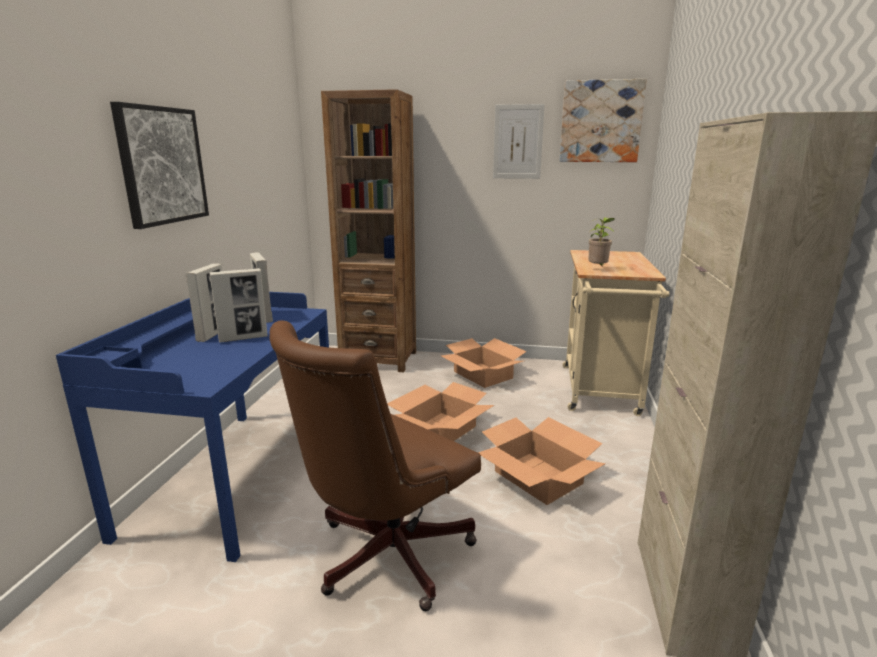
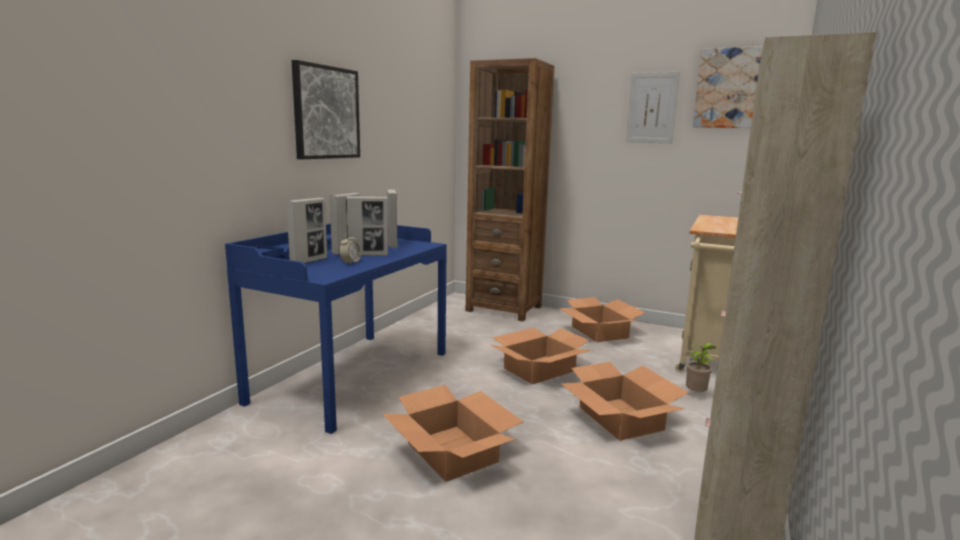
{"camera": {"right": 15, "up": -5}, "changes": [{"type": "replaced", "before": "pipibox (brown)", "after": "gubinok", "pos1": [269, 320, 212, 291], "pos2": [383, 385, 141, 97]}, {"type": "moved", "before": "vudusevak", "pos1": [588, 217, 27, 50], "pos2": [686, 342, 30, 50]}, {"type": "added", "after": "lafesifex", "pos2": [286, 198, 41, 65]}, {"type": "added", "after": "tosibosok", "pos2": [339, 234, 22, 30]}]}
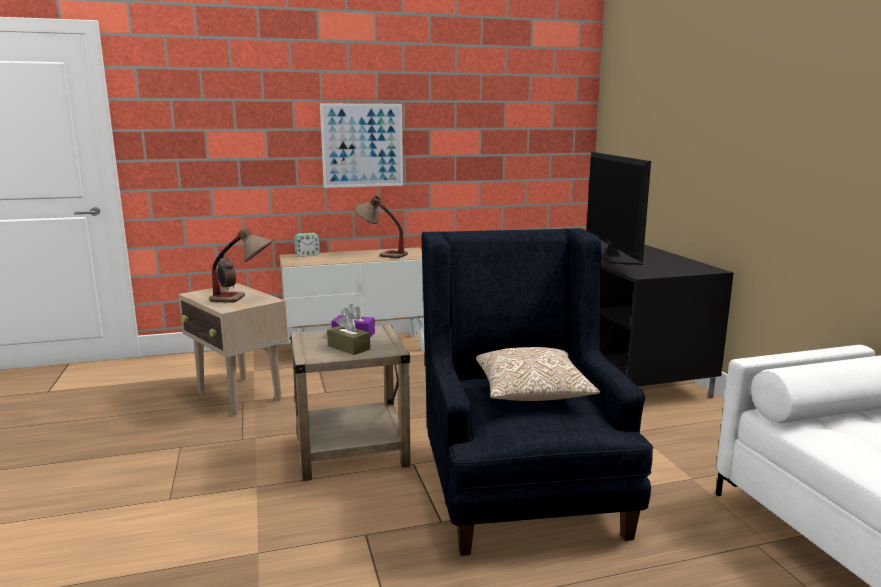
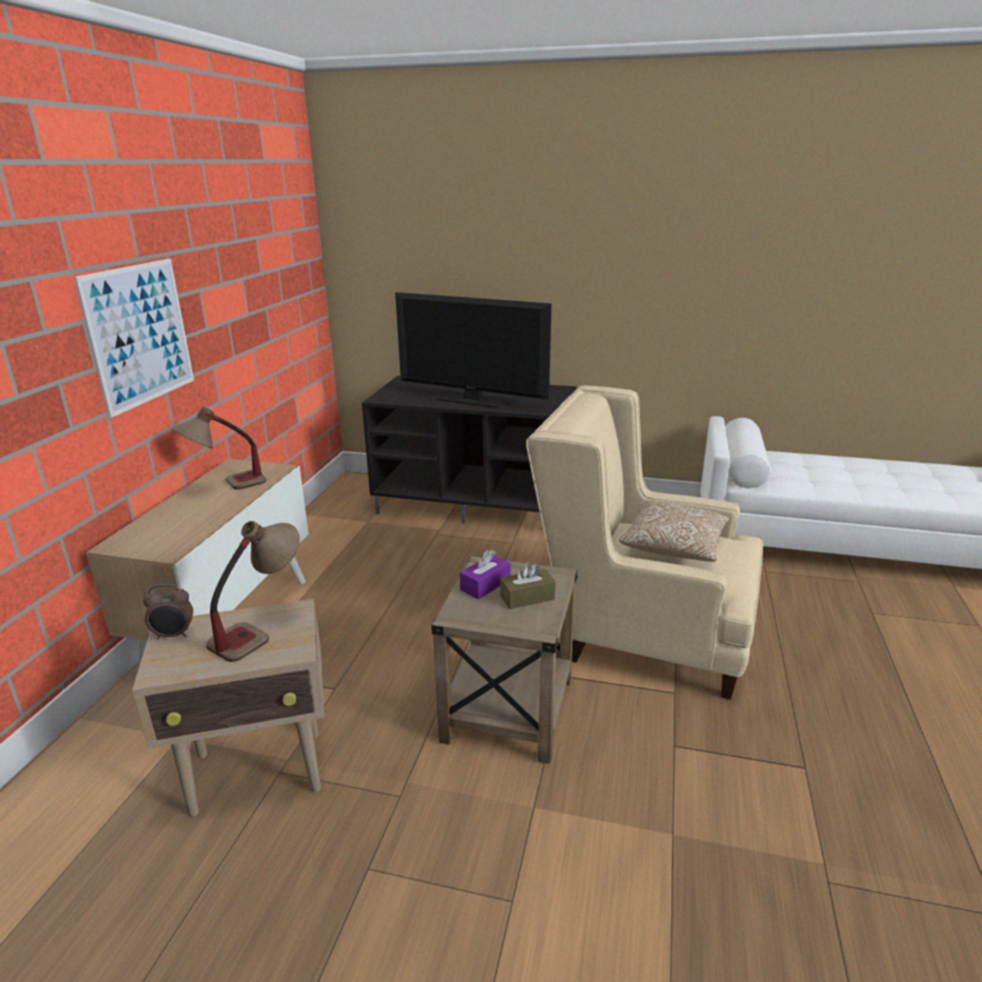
{"camera": {"right": -60, "up": 10}, "changes": [{"type": "removed", "before": "tosibosok", "pos1": [294, 233, 26, 24]}, {"type": "recoloured", "before": "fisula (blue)", "after": "fisula (beige)", "pos1": [421, 228, 232, 328], "pos2": [526, 385, 237, 315]}]}
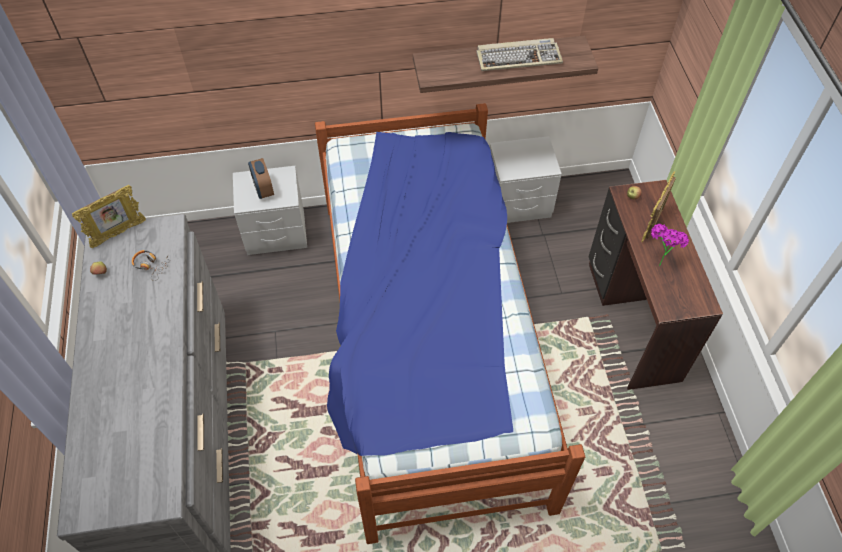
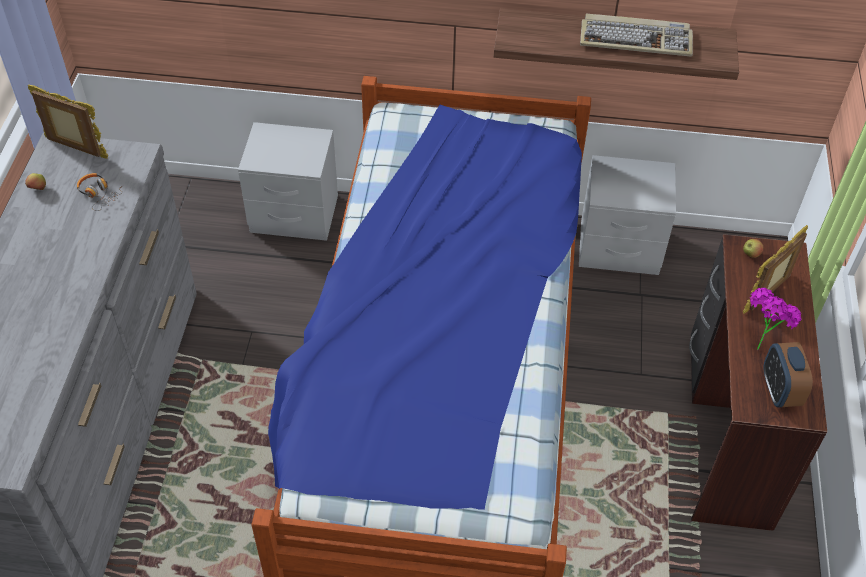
{"camera": {"right": 15, "up": -5}, "changes": [{"type": "turned", "before": "lafesifex", "pos1": [72, 185, 74, 63], "pos2": [28, 84, 80, 75], "turn": -135}, {"type": "moved", "before": "tosibosok", "pos1": [248, 158, 26, 41], "pos2": [763, 342, 50, 65]}]}
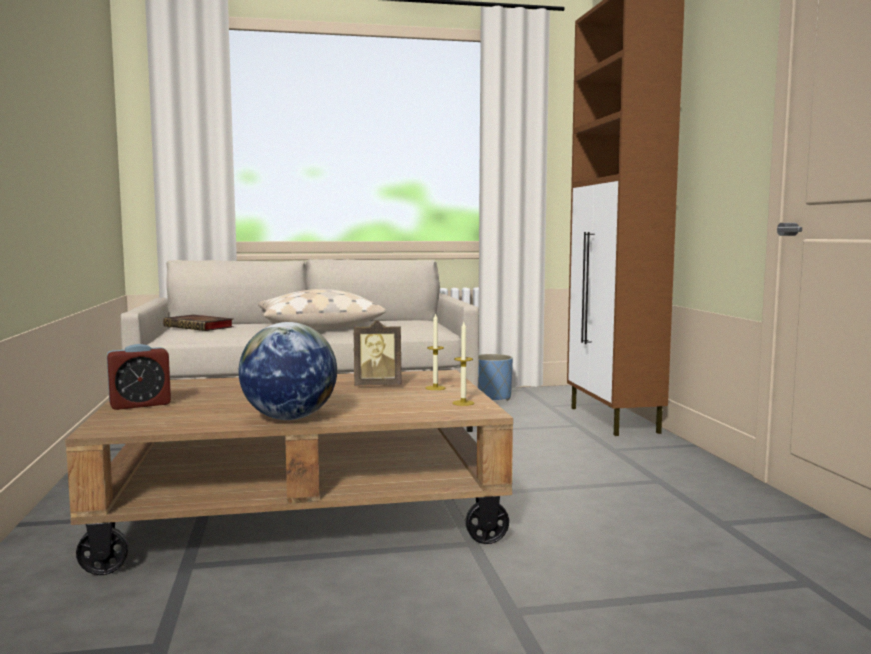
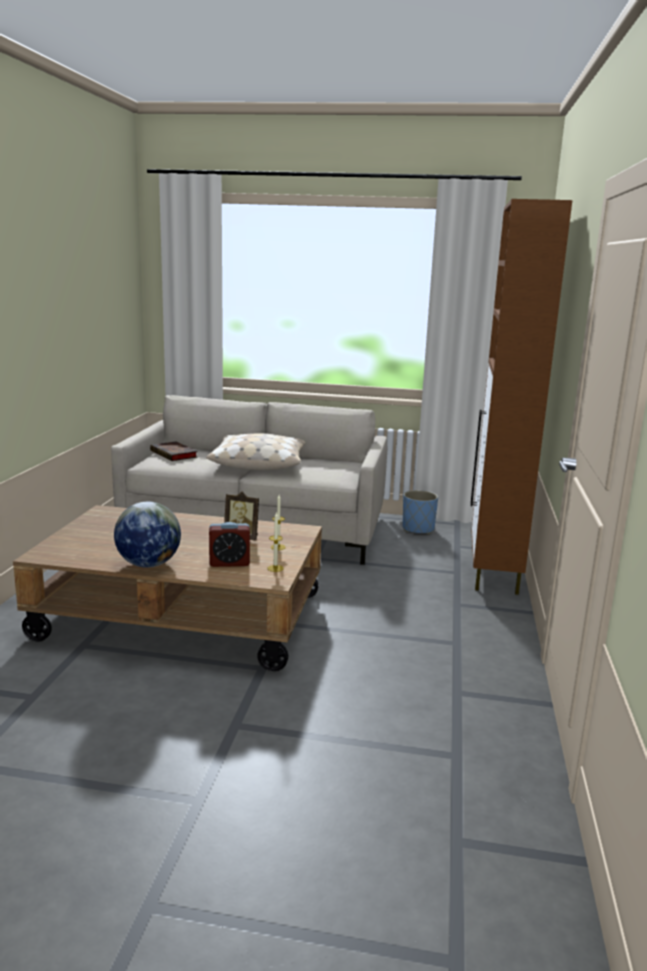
{"camera": {"right": 20, "up": 10}, "changes": [{"type": "moved", "before": "tosibosok", "pos1": [107, 344, 64, 66], "pos2": [209, 522, 41, 45]}]}
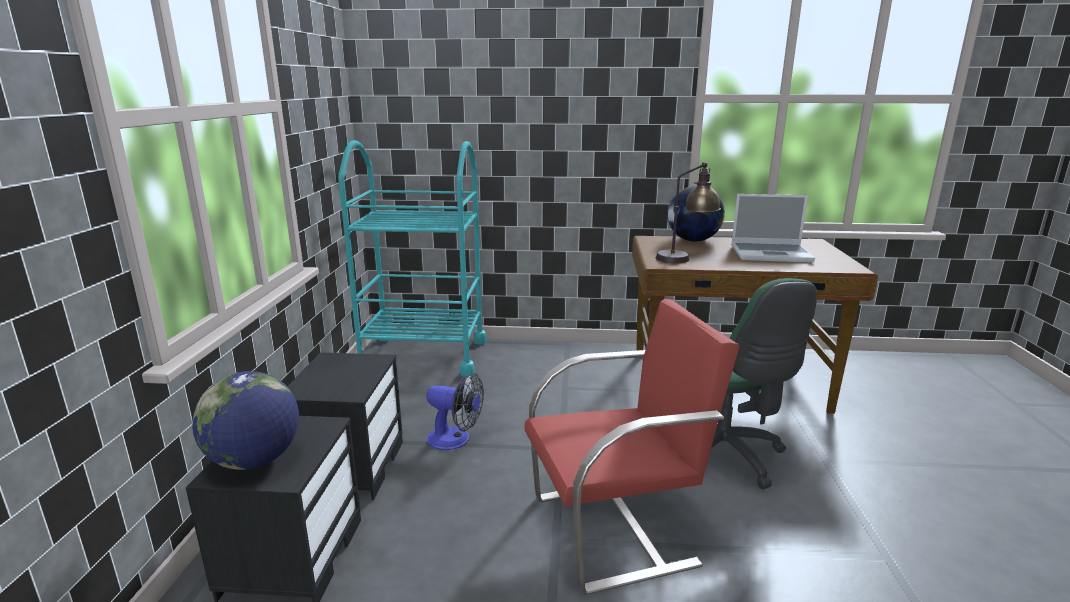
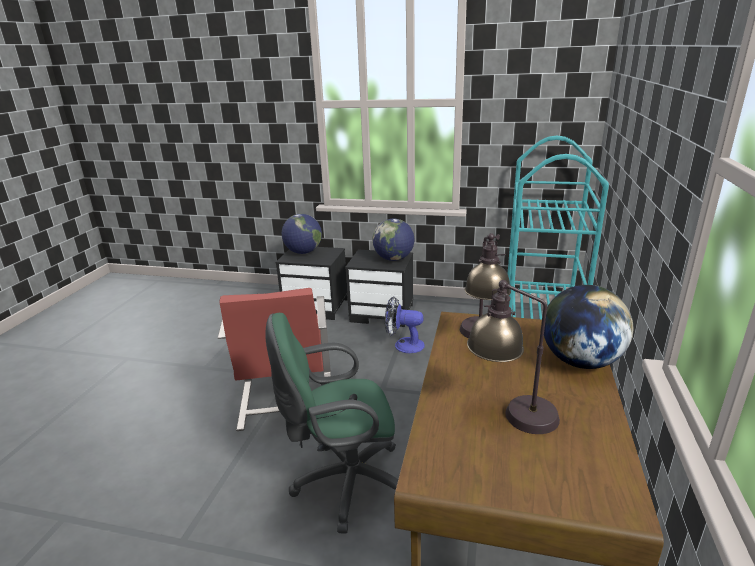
{"camera": {"right": 100, "up": 5}, "changes": [{"type": "turned", "before": "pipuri", "pos1": [426, 373, 58, 77], "pos2": [385, 296, 40, 57], "turn": 75}, {"type": "replaced", "before": "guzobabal", "after": "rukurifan", "pos1": [731, 194, 84, 68], "pos2": [467, 280, 93, 154]}, {"type": "added", "after": "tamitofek", "pos2": [373, 219, 41, 42]}]}
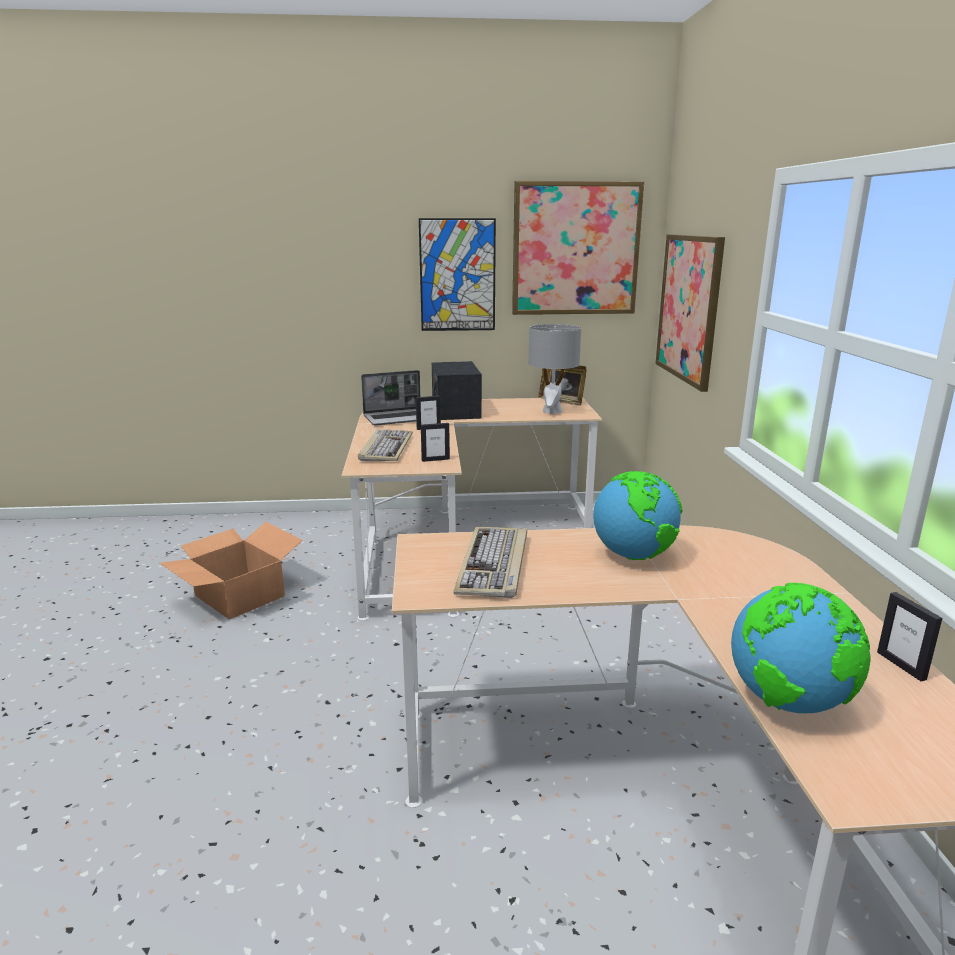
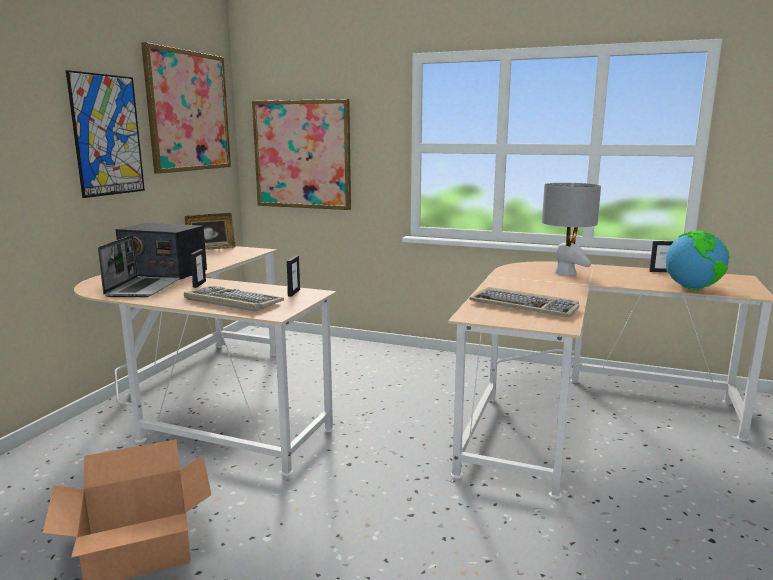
{"camera": {"right": -65, "up": -5}, "changes": [{"type": "moved", "before": "rukurifan (grey)", "pos1": [528, 324, 53, 90], "pos2": [542, 183, 59, 92]}, {"type": "removed", "before": "tamitofek", "pos1": [593, 471, 89, 89]}]}
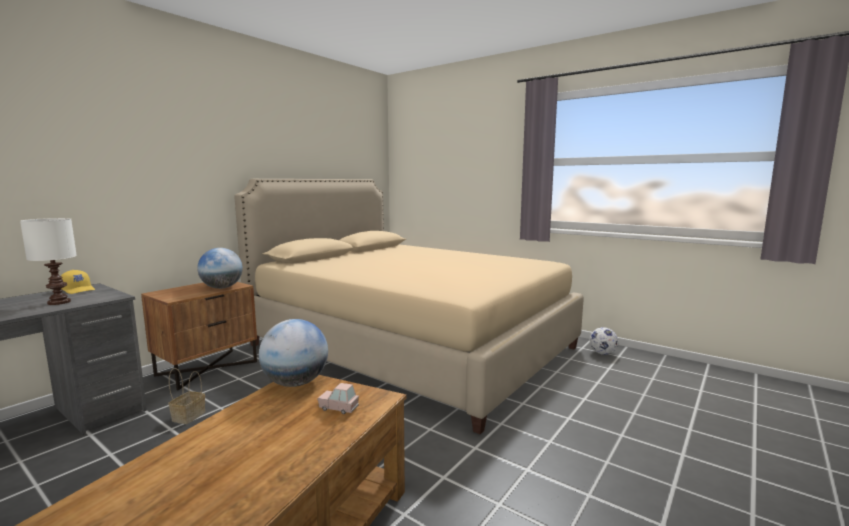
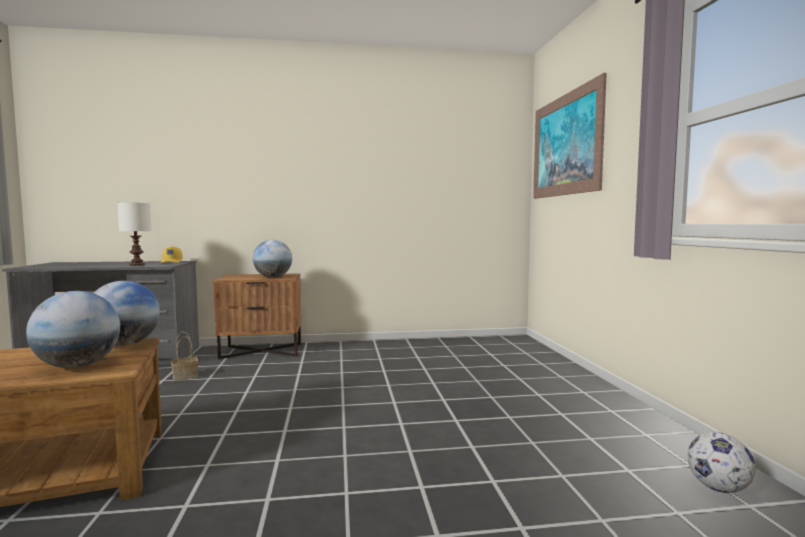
{"camera": {"right": 45, "up": -5}, "changes": [{"type": "removed", "before": "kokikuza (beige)", "pos1": [234, 179, 350, 255]}, {"type": "replaced", "before": "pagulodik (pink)", "after": "tamitofek", "pos1": [317, 383, 42, 31], "pos2": [26, 291, 94, 77]}, {"type": "added", "after": "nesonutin", "pos2": [533, 73, 74, 126]}]}
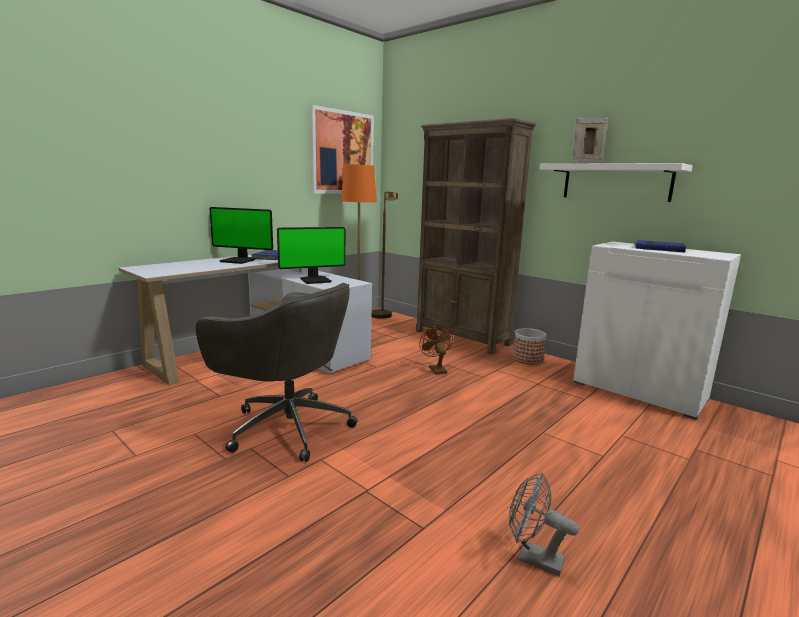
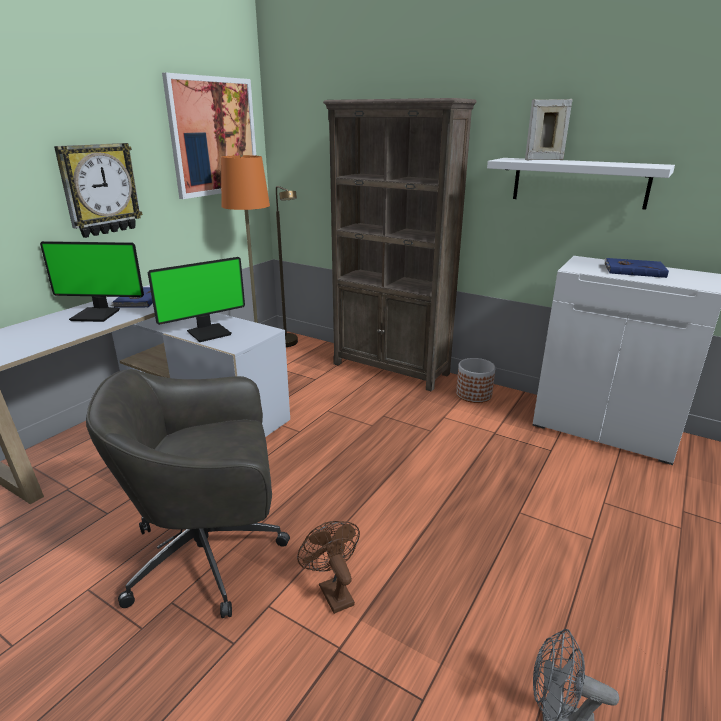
{"camera": {"right": -10, "up": 10}, "changes": [{"type": "turned", "before": "pipibox (grey)", "pos1": [196, 283, 162, 179], "pos2": [86, 369, 204, 249], "turn": 150}, {"type": "moved", "before": "pipuri (brown)", "pos1": [419, 326, 34, 48], "pos2": [297, 521, 63, 93]}, {"type": "added", "after": "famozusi", "pos2": [54, 143, 89, 95]}]}
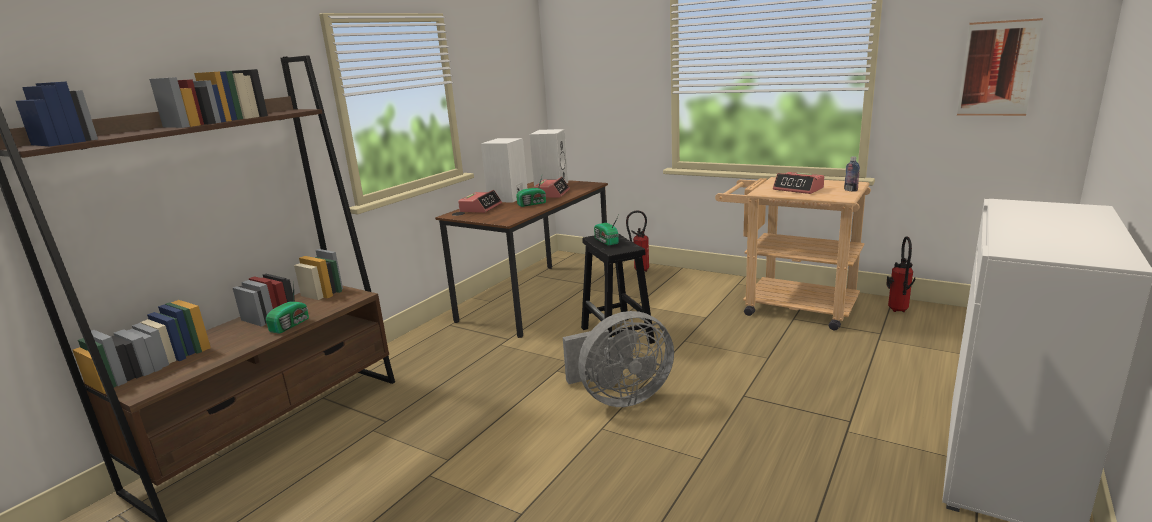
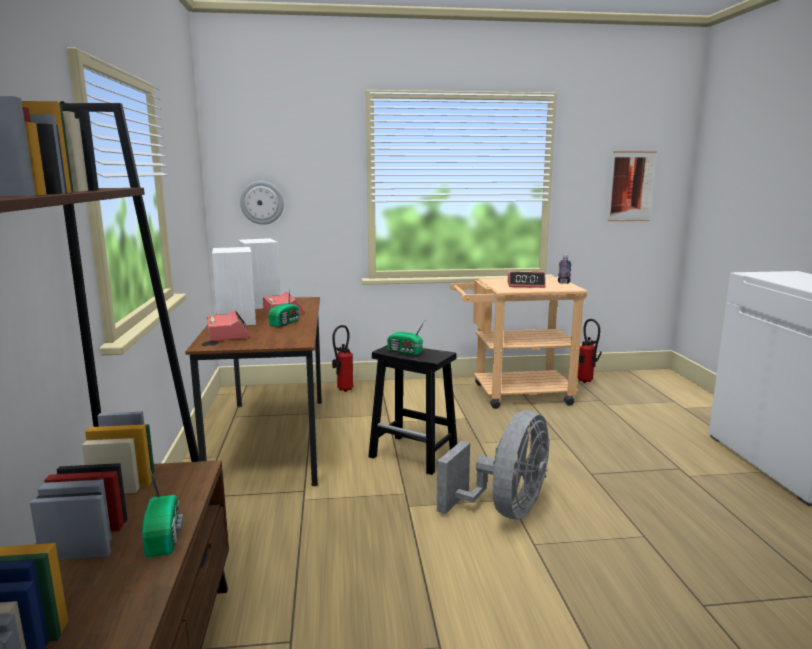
{"camera": {"right": -40, "up": -5}, "changes": [{"type": "added", "after": "famozusi", "pos2": [240, 181, 44, 44]}]}
